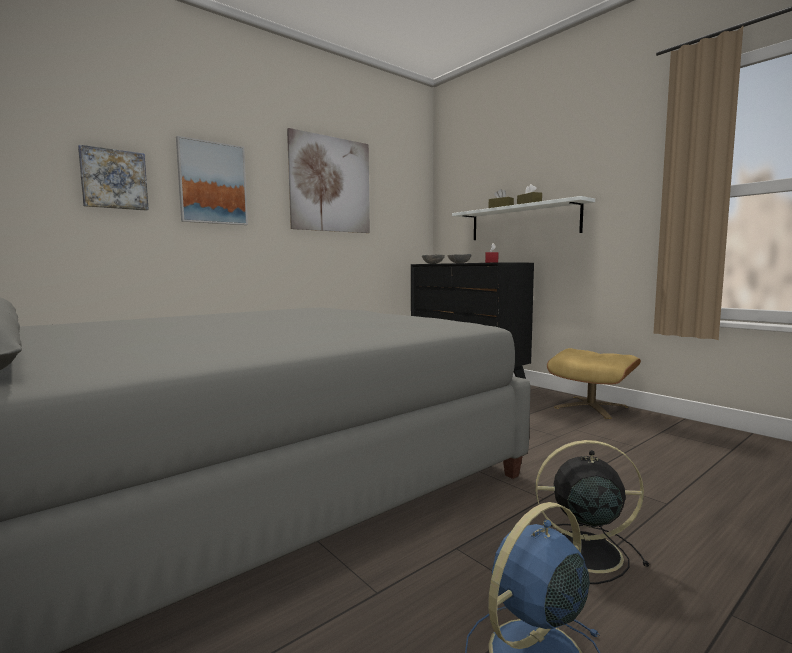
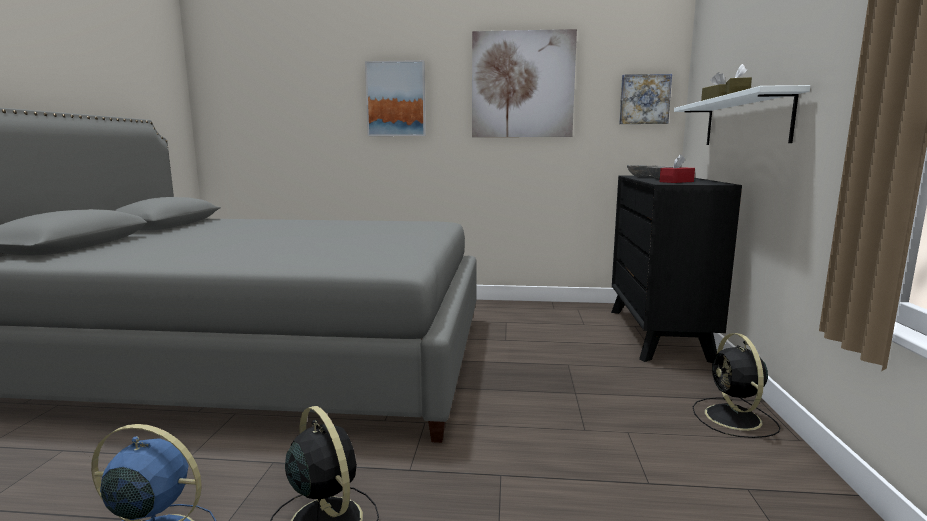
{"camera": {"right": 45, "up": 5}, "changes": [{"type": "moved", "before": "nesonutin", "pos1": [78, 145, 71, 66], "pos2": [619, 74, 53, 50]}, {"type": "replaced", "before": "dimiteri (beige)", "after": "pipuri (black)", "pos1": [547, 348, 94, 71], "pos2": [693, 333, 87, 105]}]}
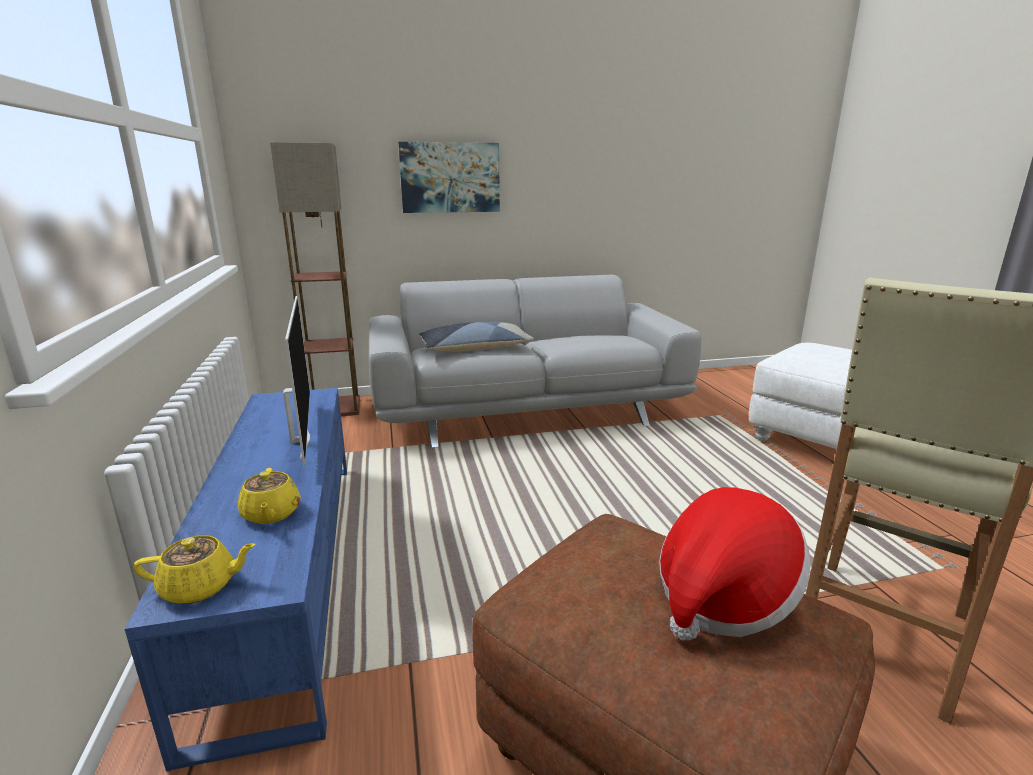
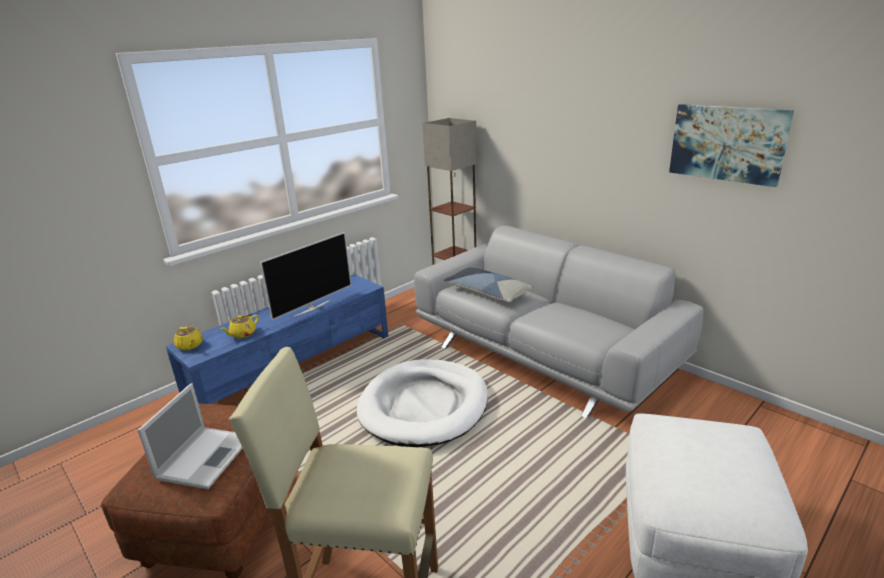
{"camera": {"right": 60, "up": 5}, "changes": [{"type": "moved", "before": "nesonutin", "pos1": [398, 142, 102, 71], "pos2": [669, 104, 125, 83]}, {"type": "replaced", "before": "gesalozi", "after": "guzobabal", "pos1": [659, 487, 151, 154], "pos2": [137, 383, 106, 106]}, {"type": "added", "after": "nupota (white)", "pos2": [357, 359, 131, 88]}]}
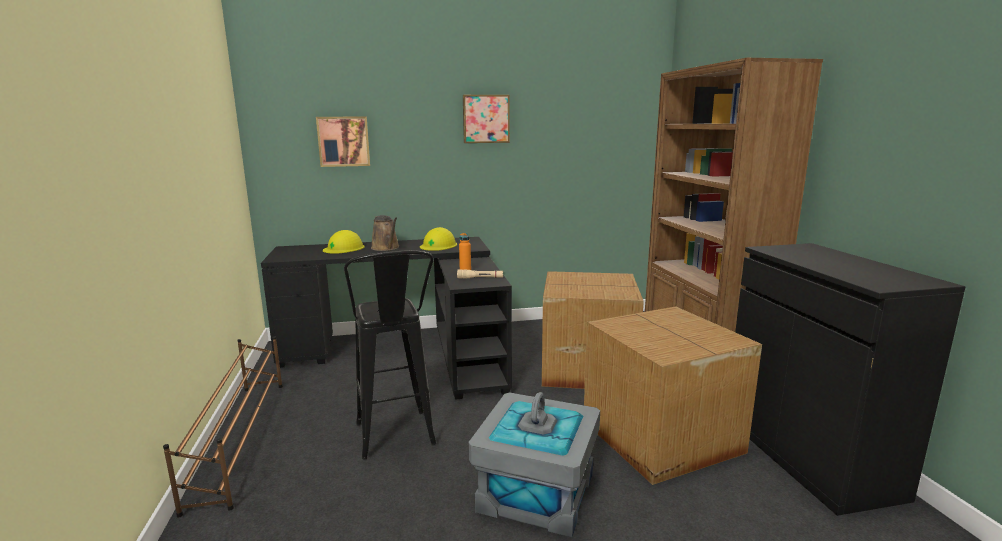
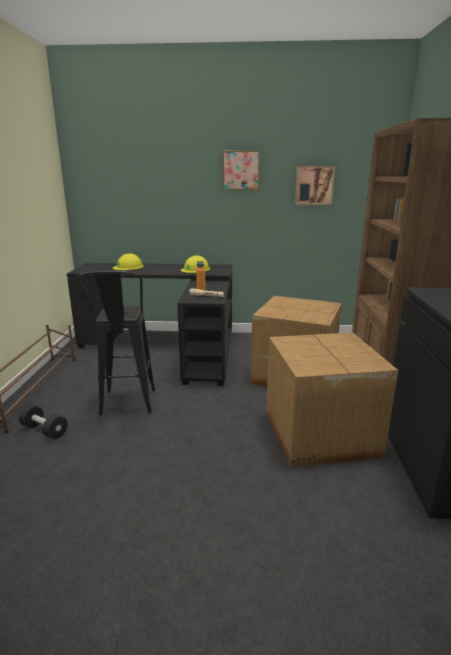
{"camera": {"right": 15, "up": 5}, "changes": [{"type": "moved", "before": "nesonutin", "pos1": [316, 117, 54, 50], "pos2": [295, 166, 40, 39]}, {"type": "removed", "before": "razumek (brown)", "pos1": [371, 215, 28, 36]}, {"type": "removed", "before": "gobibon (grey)", "pos1": [469, 392, 131, 145]}, {"type": "added", "after": "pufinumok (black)", "pos2": [19, 405, 49, 34]}]}
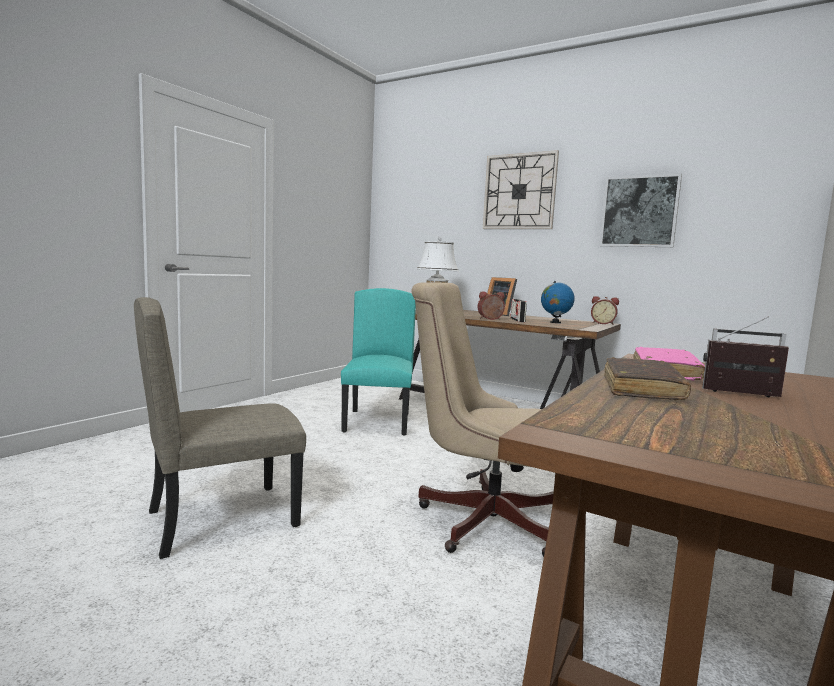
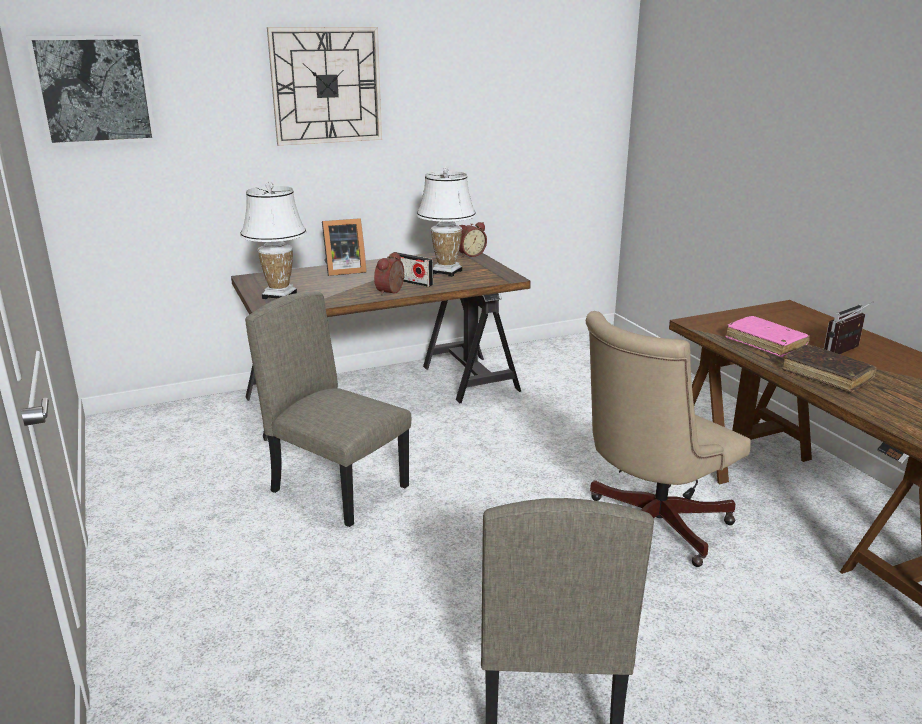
{"camera": {"right": -55, "up": 15}, "changes": [{"type": "recoloured", "before": "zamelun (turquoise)", "after": "zamelun (beige)", "pos1": [341, 288, 75, 147], "pos2": [245, 292, 166, 235]}, {"type": "replaced", "before": "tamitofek", "after": "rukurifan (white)", "pos1": [541, 281, 34, 42], "pos2": [417, 167, 59, 110]}, {"type": "moved", "before": "nesonutin", "pos1": [599, 173, 83, 74], "pos2": [26, 35, 131, 112]}]}
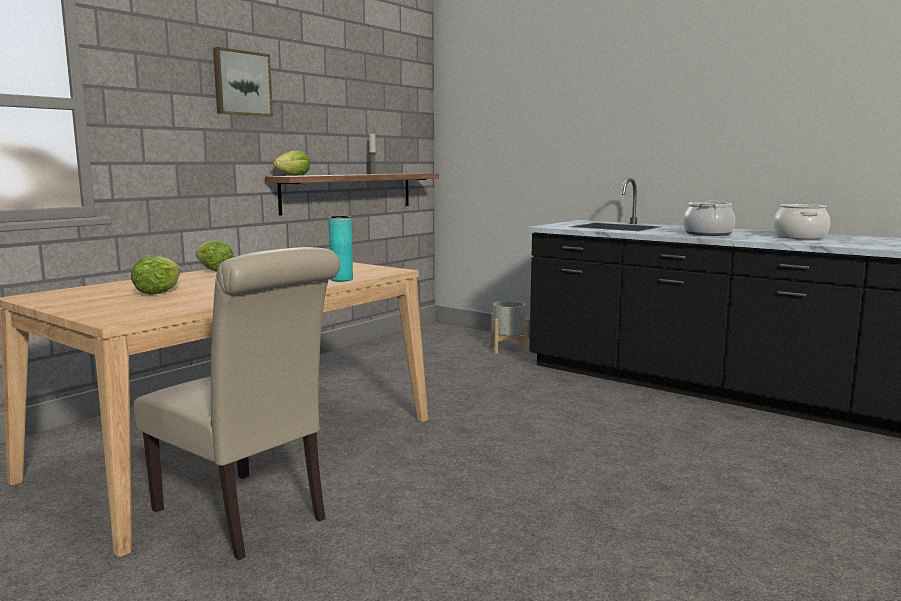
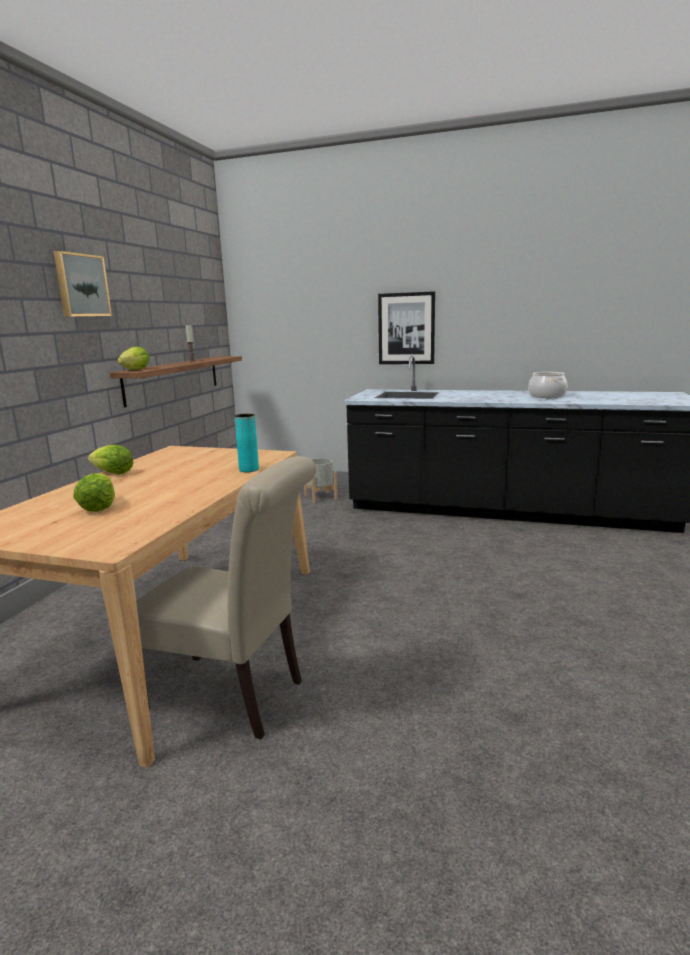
{"camera": {"right": -20, "up": 5}, "changes": [{"type": "removed", "before": "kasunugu", "pos1": [683, 201, 52, 35]}, {"type": "added", "after": "nesonutin", "pos2": [378, 291, 57, 73]}]}
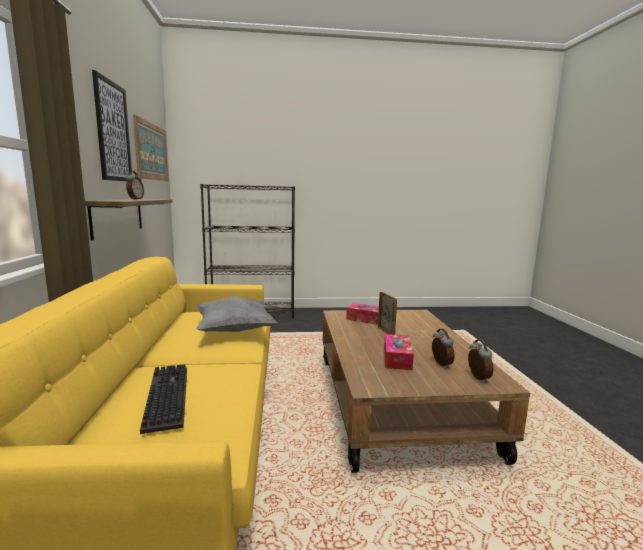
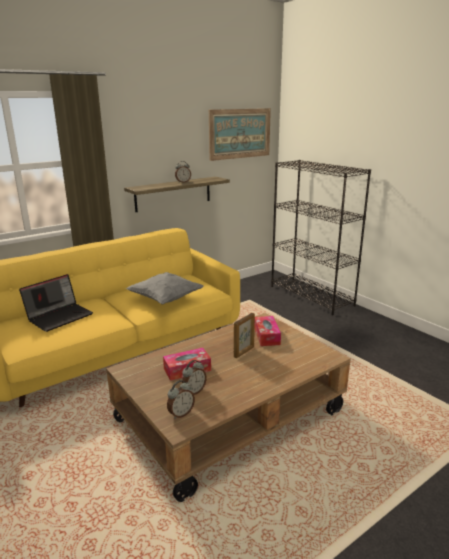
{"camera": {"right": 60, "up": 10}, "changes": [{"type": "removed", "before": "nesonutin", "pos1": [92, 70, 40, 112]}, {"type": "replaced", "before": "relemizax", "after": "guzobabal", "pos1": [140, 364, 47, 70], "pos2": [19, 274, 74, 58]}]}
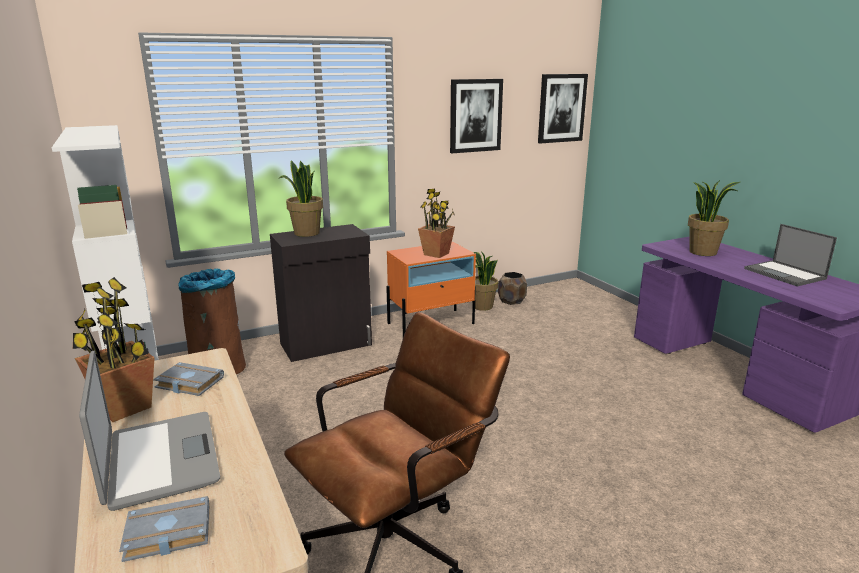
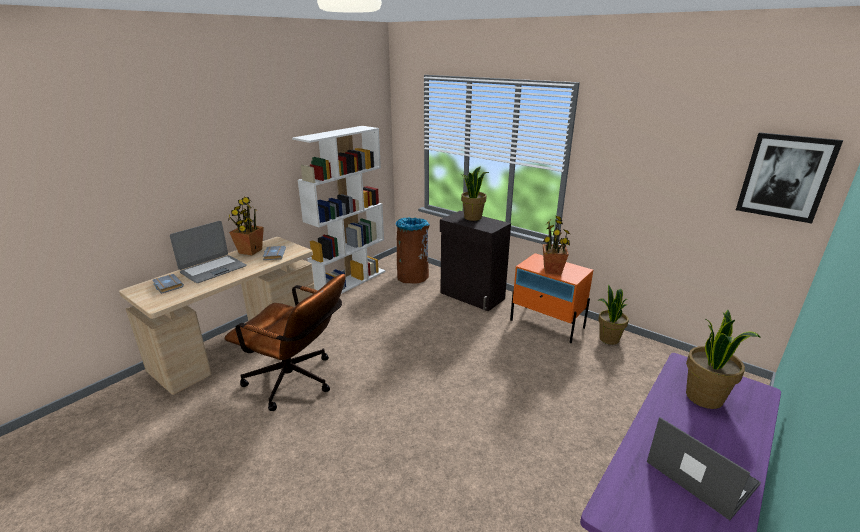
{"camera": {"right": 65, "up": 5}, "changes": [{"type": "removed", "before": "nesonutin", "pos1": [450, 79, 53, 74]}, {"type": "removed", "before": "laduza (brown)", "pos1": [498, 272, 29, 33]}, {"type": "turned", "before": "guzobabal", "pos1": [744, 224, 93, 62], "pos2": [647, 417, 114, 103], "turn": 105}]}
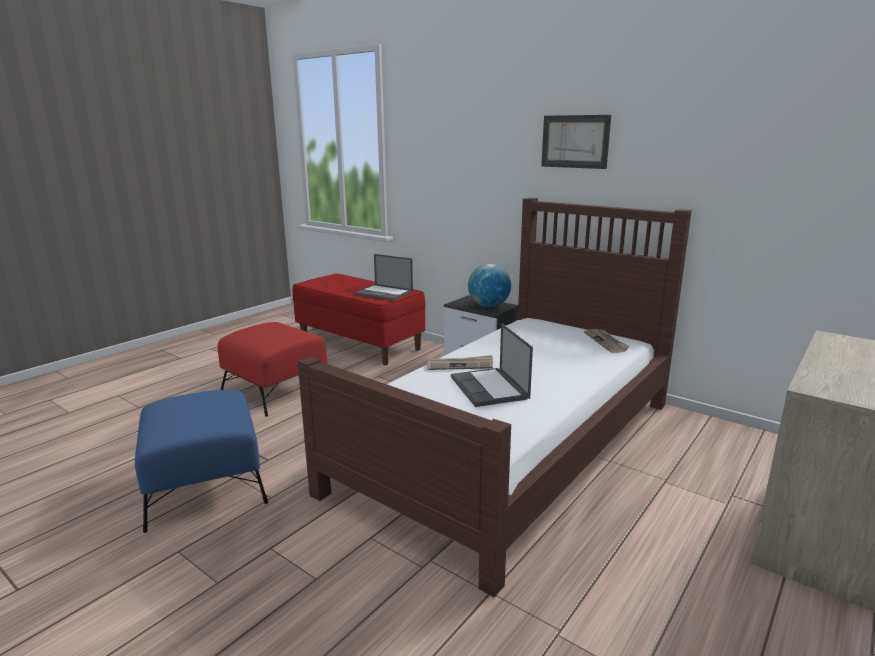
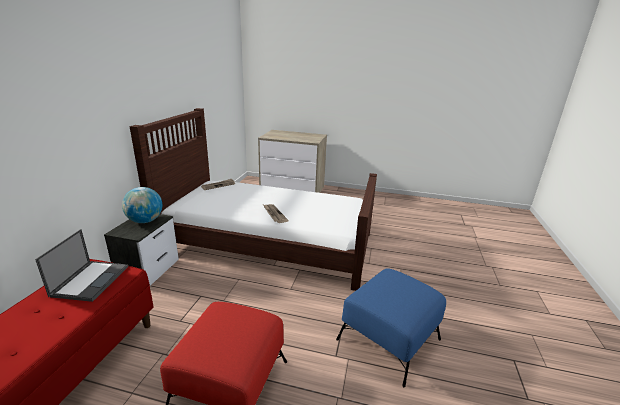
{"camera": {"right": -115, "up": 5}, "changes": [{"type": "removed", "before": "guzobabal", "pos1": [451, 323, 82, 84]}, {"type": "removed", "before": "nesonutin", "pos1": [541, 115, 70, 54]}]}
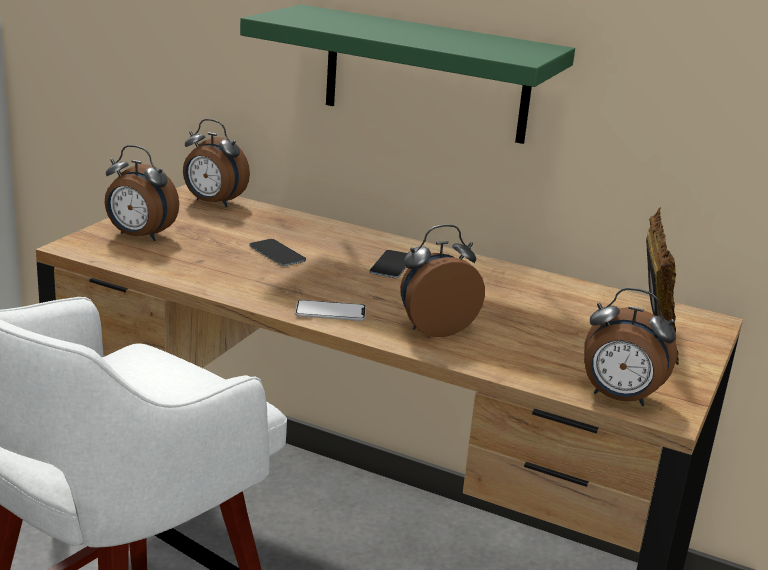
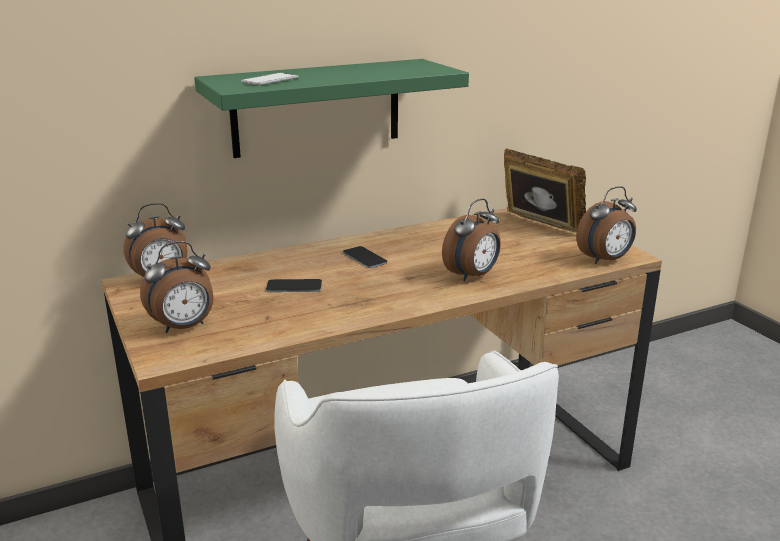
{"camera": {"right": -50, "up": 0}, "changes": [{"type": "moved", "before": "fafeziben", "pos1": [295, 300, 71, 21], "pos2": [241, 73, 58, 12]}, {"type": "turned", "before": "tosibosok", "pos1": [400, 225, 85, 112], "pos2": [442, 198, 59, 83], "turn": -150}]}
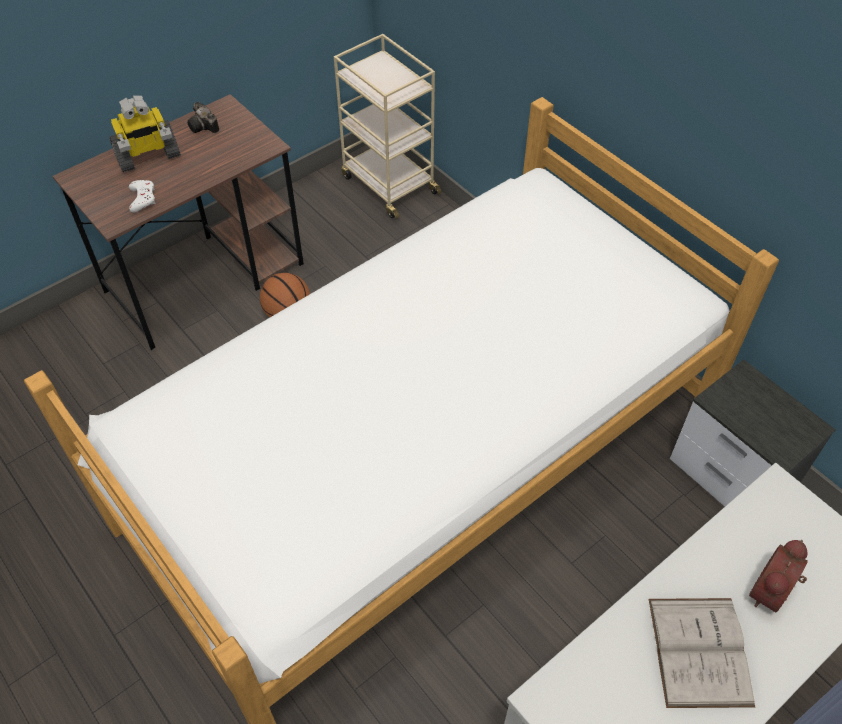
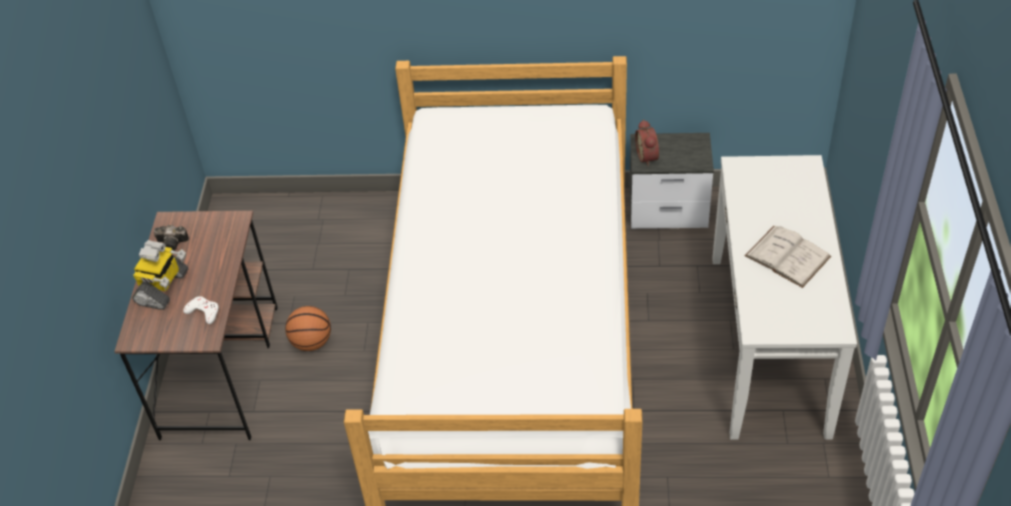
{"camera": {"right": -45, "up": -5}, "changes": [{"type": "removed", "before": "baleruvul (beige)", "pos1": [334, 34, 108, 184]}, {"type": "moved", "before": "tosibosok", "pos1": [749, 540, 59, 72], "pos2": [635, 120, 24, 46]}]}
